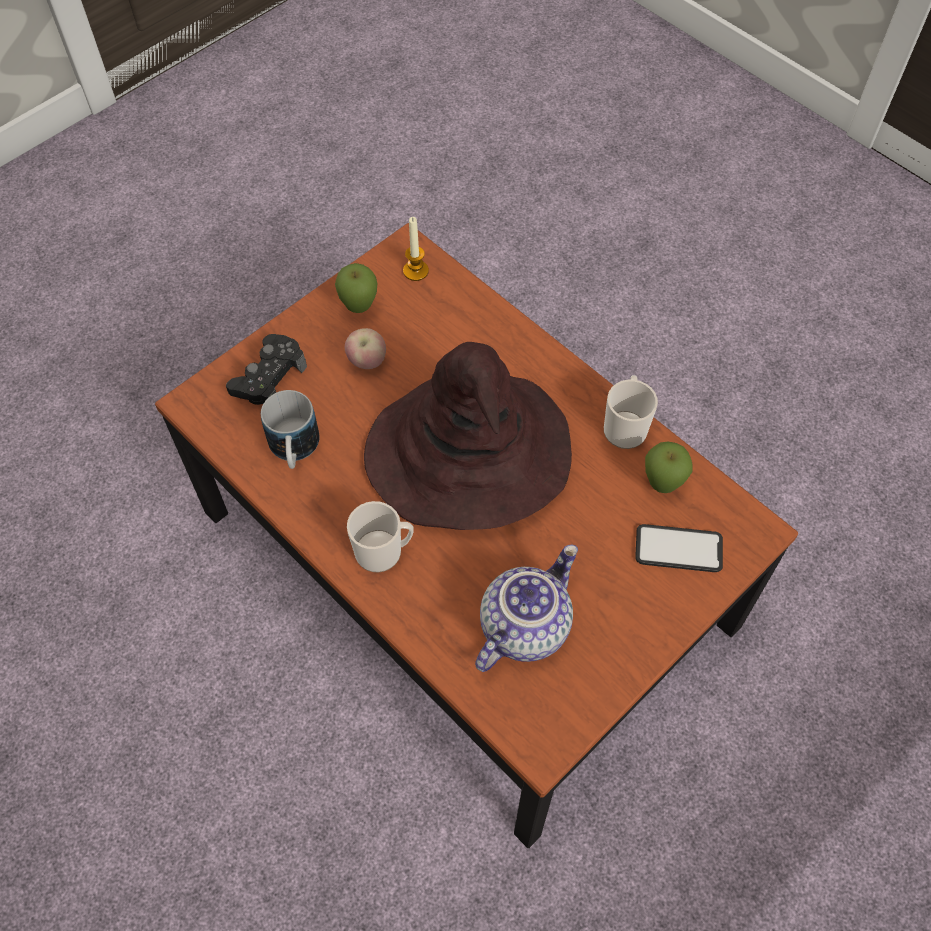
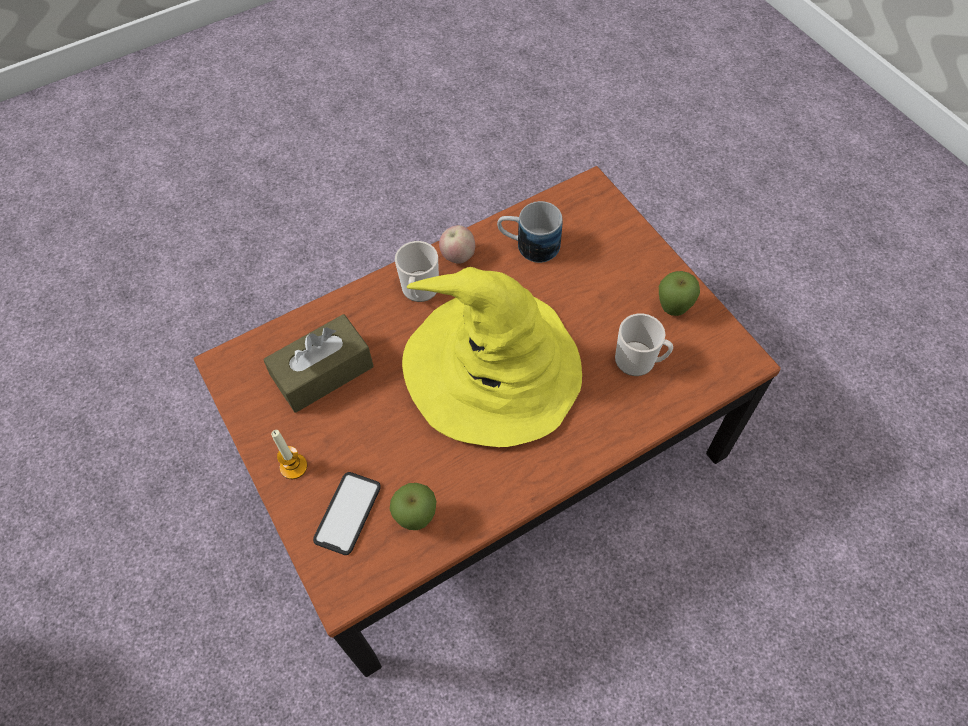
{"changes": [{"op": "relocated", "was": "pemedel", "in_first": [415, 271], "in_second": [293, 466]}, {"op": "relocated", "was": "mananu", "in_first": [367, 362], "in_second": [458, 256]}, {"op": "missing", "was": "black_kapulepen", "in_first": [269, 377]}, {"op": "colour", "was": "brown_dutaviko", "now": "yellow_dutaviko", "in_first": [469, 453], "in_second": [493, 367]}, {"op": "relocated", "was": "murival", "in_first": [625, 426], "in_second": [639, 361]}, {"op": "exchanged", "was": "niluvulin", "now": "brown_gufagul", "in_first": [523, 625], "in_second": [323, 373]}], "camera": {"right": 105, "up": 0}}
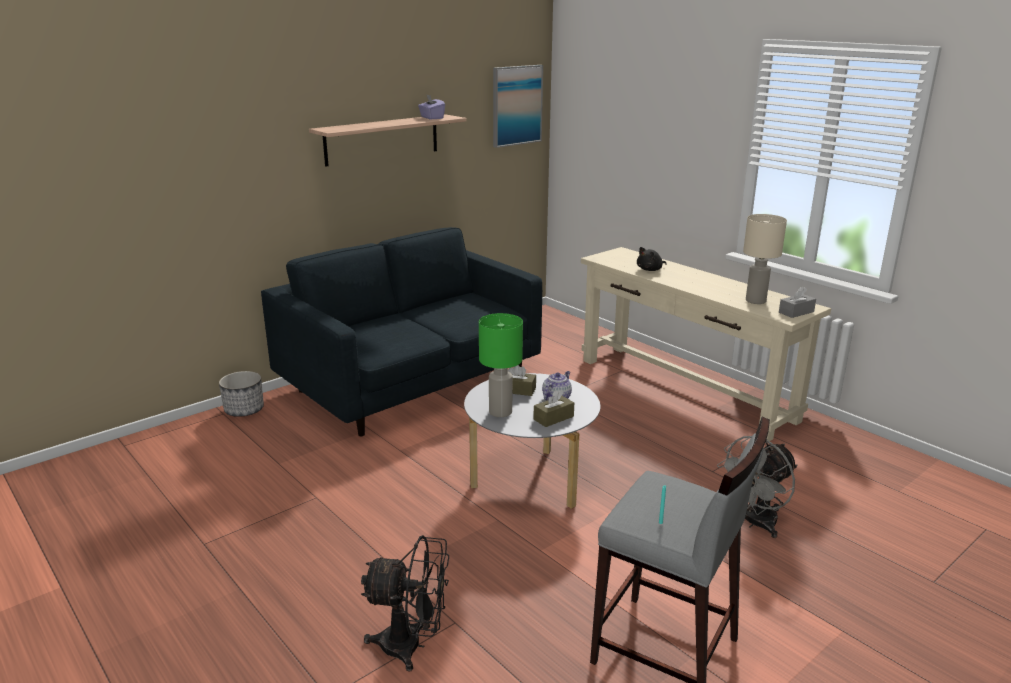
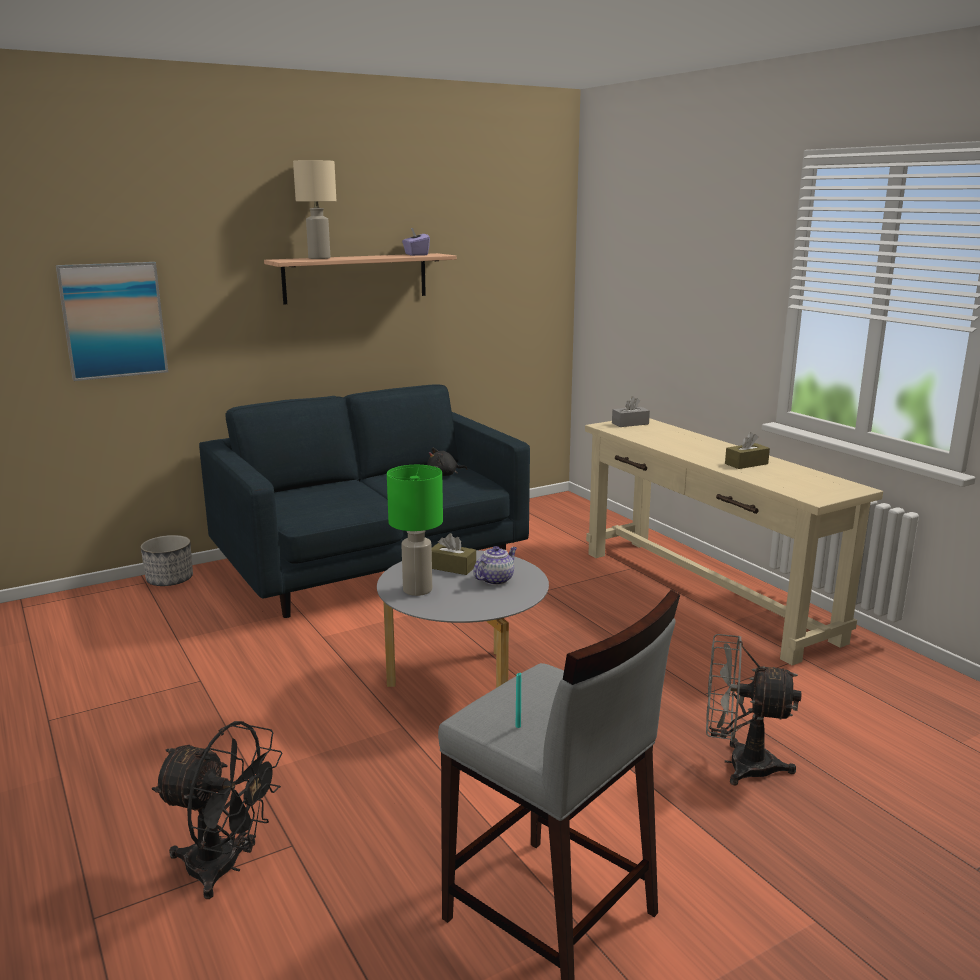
{"changes": [{"op": "relocated", "was": "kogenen", "in_first": [516, 105], "in_second": [113, 320]}, {"op": "relocated", "was": "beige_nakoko", "in_first": [755, 301], "in_second": [318, 258]}, {"op": "relocated", "was": "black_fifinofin", "in_first": [650, 270], "in_second": [444, 475]}, {"op": "relocated", "was": "grey_gufagul", "in_first": [796, 312], "in_second": [630, 423]}, {"op": "relocated", "was": "brown_gufagul", "in_first": [553, 418], "in_second": [746, 464]}, {"op": "spun", "was": "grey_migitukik", "in_first": [755, 524], "in_second": [738, 764], "clockwise": 45}], "camera": {"right": 10, "up": -5}}
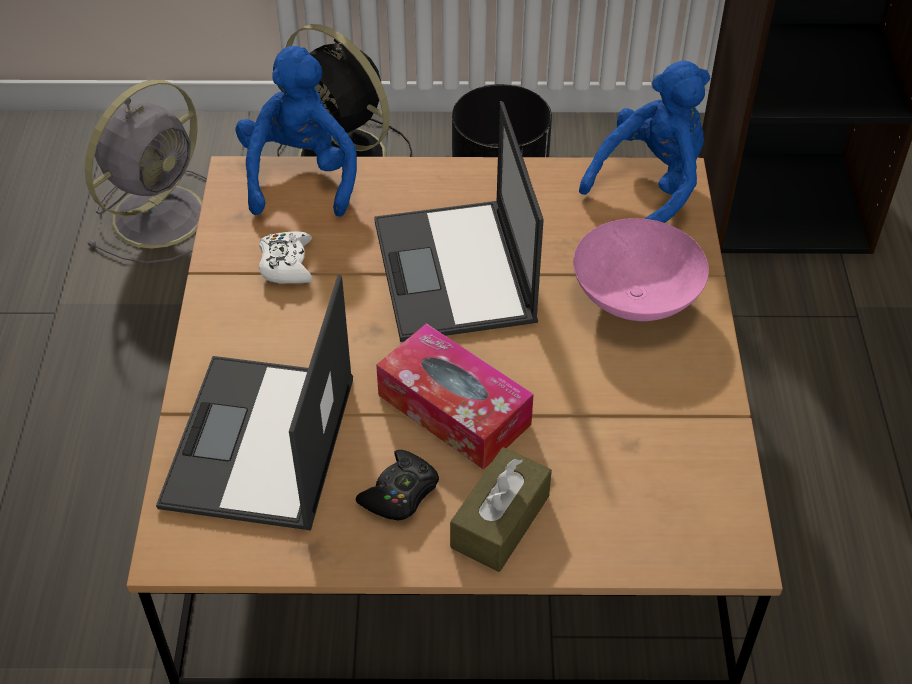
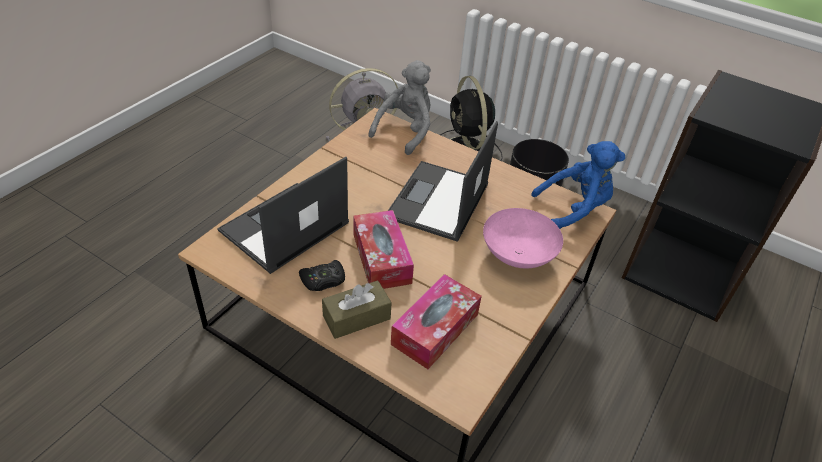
{"changes": [{"op": "colour", "was": "blue_fifinofin", "now": "grey_fifinofin", "in_first": [300, 176], "in_second": [405, 131]}, {"op": "missing", "was": "white_kapulepen", "in_first": [286, 264]}, {"op": "appeared", "now": "gufagul", "in_second": [435, 329]}], "camera": {"right": 30, "up": -5}}
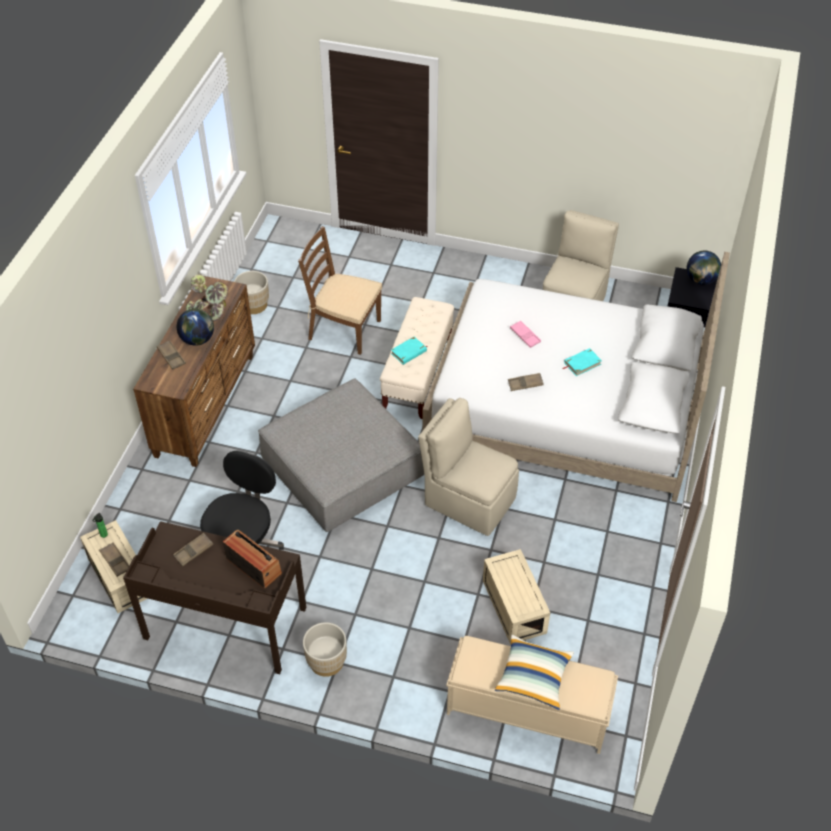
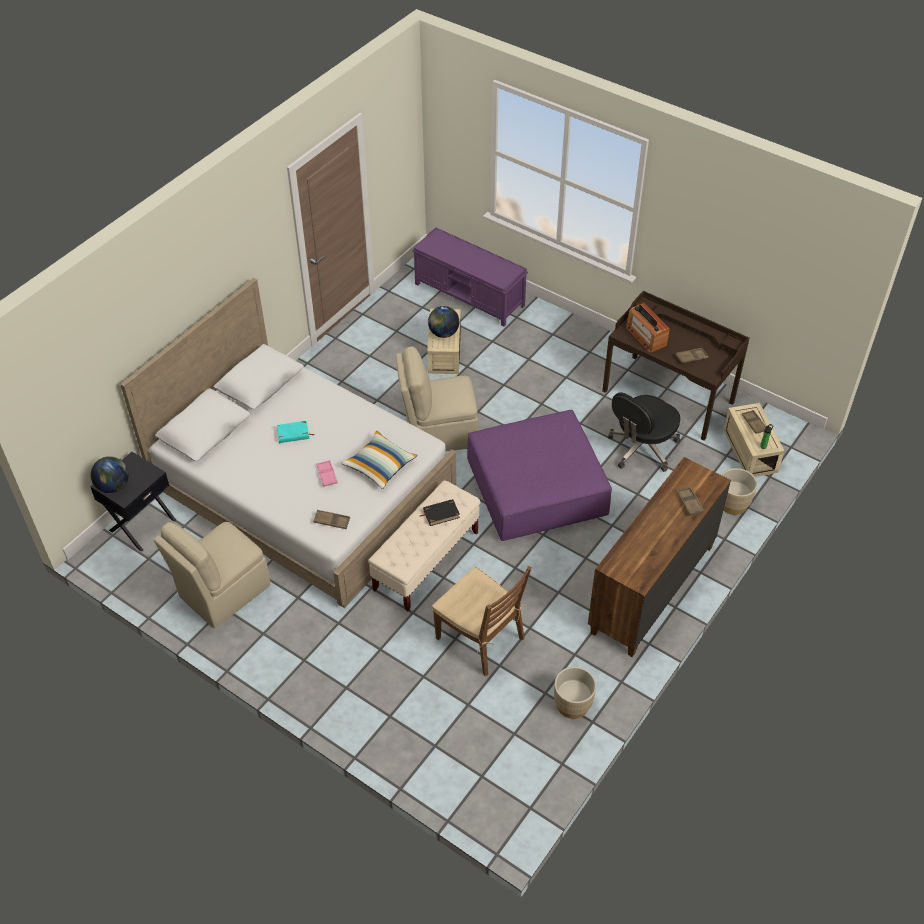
{"changes": [{"op": "missing", "was": "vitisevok", "in_first": [211, 311]}, {"op": "relocated", "was": "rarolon", "in_first": [198, 339], "in_second": [443, 333]}, {"op": "colour", "was": "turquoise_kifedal", "now": "black_kifedal", "in_first": [409, 352], "in_second": [441, 514]}, {"op": "relocated", "was": "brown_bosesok", "in_first": [525, 384], "in_second": [332, 521]}, {"op": "colour", "was": "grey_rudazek", "now": "purple_rudazek", "in_first": [342, 468], "in_second": [536, 488]}, {"op": "spun", "was": "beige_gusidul", "in_first": [468, 500], "in_second": [439, 433], "clockwise": 120}, {"op": "relocated", "was": "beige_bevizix", "in_first": [326, 661], "in_second": [732, 503]}, {"op": "relocated", "was": "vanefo", "in_first": [533, 677], "in_second": [380, 466]}, {"op": "colour", "was": "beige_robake", "now": "purple_robake", "in_first": [526, 710], "in_second": [470, 295]}], "camera": {"right": -160, "up": 0}}
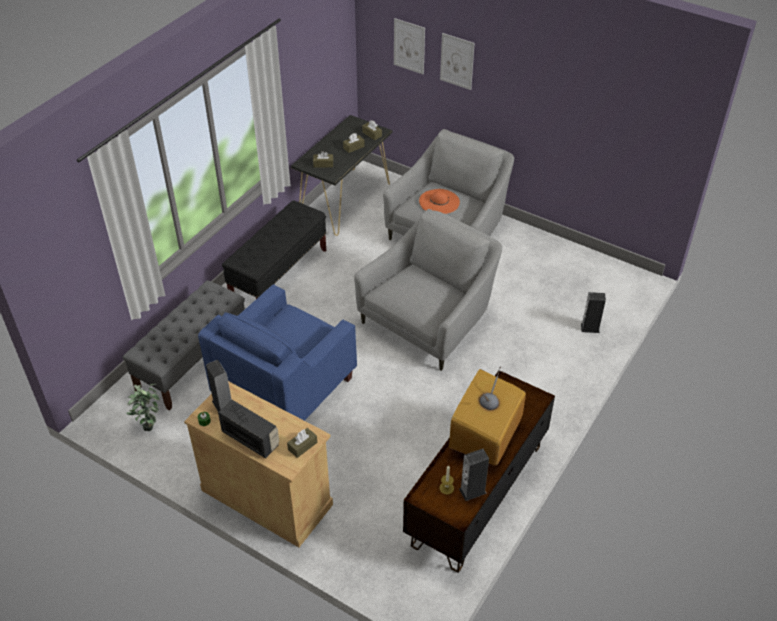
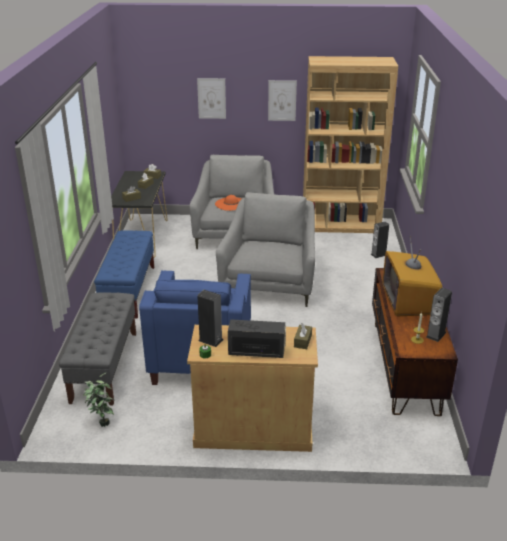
{"changes": [{"op": "relocated", "was": "kogenen", "in_first": [409, 46], "in_second": [282, 100]}, {"op": "colour", "was": "black_robake", "now": "blue_robake", "in_first": [279, 274], "in_second": [129, 291]}, {"op": "appeared", "now": "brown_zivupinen", "in_second": [340, 225]}], "camera": {"right": -30, "up": -15}}
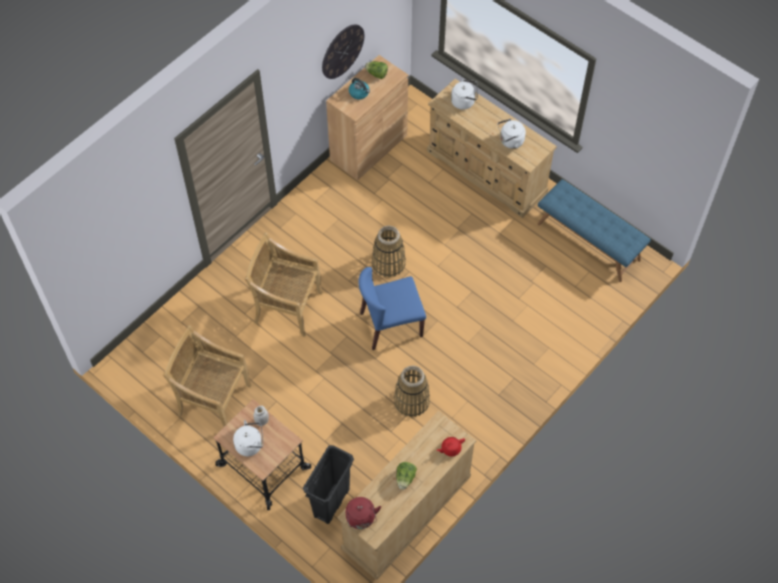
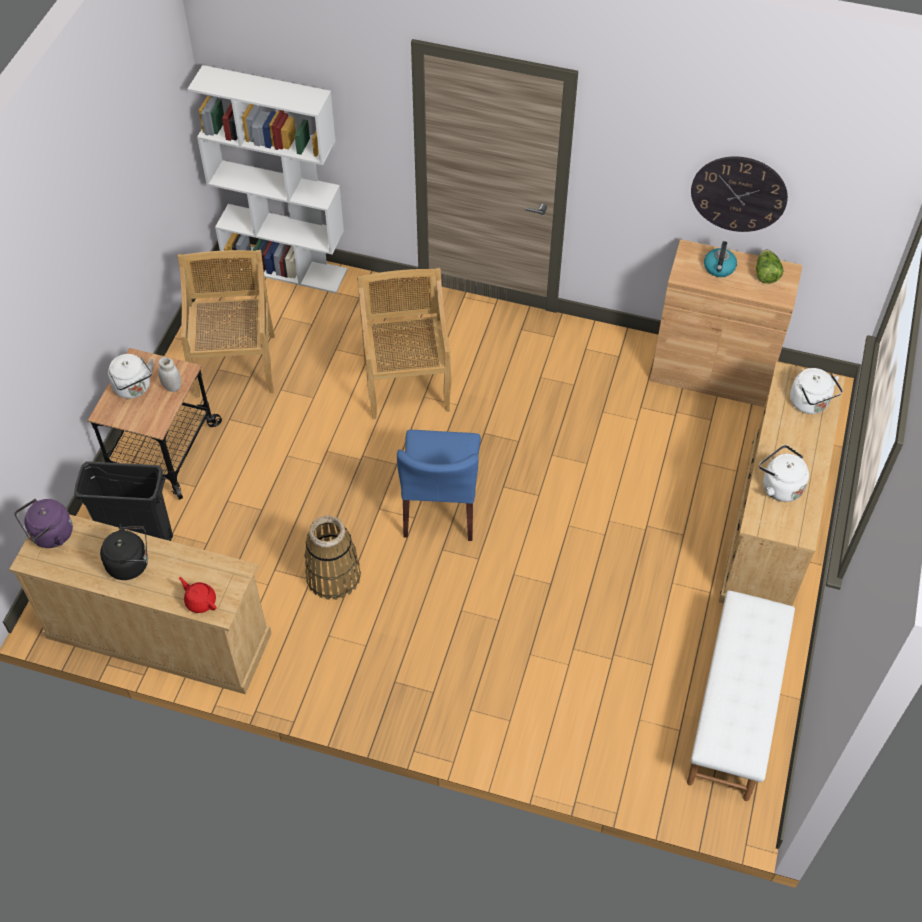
{"changes": [{"op": "colour", "was": "blue_robake", "now": "white_robake", "in_first": [589, 241], "in_second": [735, 710]}, {"op": "missing", "was": "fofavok", "in_first": [388, 263]}, {"op": "spun", "was": "blue_gusidul", "in_first": [390, 325], "in_second": [440, 506], "clockwise": -135}, {"op": "exchanged", "was": "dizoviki", "now": "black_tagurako", "in_first": [405, 478], "in_second": [131, 563]}, {"op": "colour", "was": "red_tagurako", "now": "purple_tagurako", "in_first": [361, 519], "in_second": [50, 535]}, {"op": "appeared", "now": "white_zivupinen", "in_second": [286, 268]}], "camera": {"right": 65, "up": -5}}
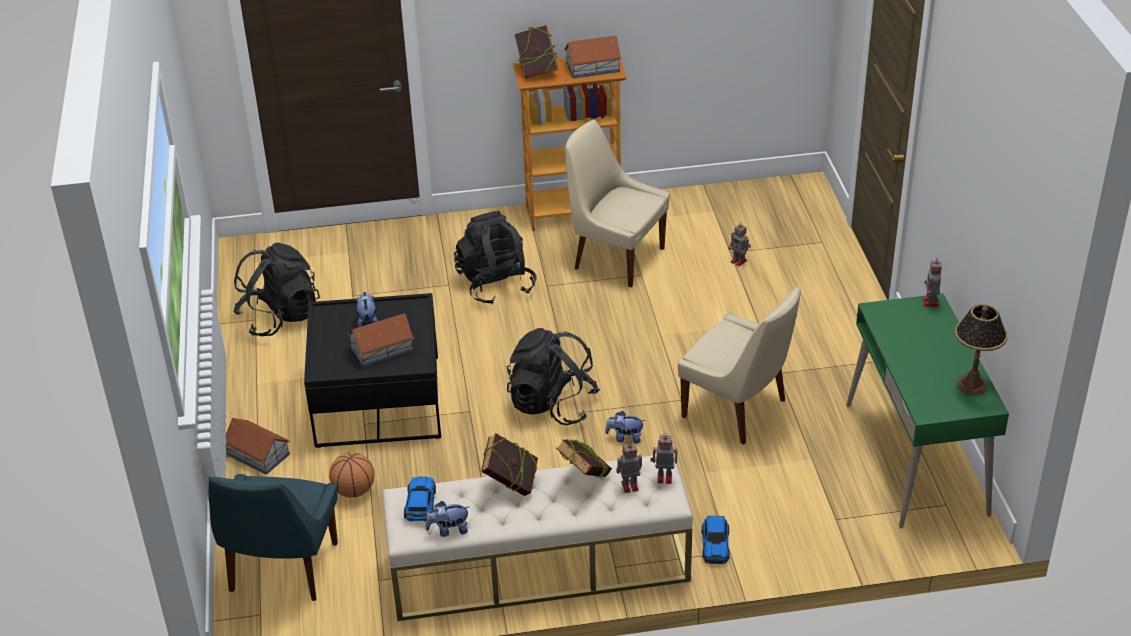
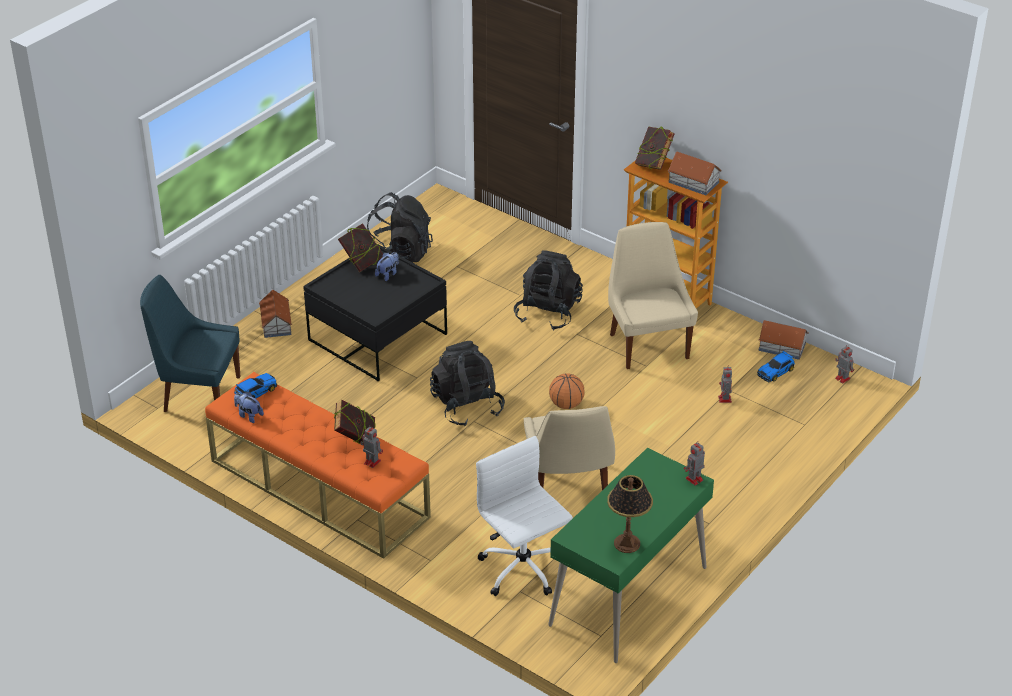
{"changes": [{"op": "relocated", "was": "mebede", "in_first": [381, 349], "in_second": [781, 346]}, {"op": "missing", "was": "fifinofin", "in_first": [625, 438]}, {"op": "relocated", "was": "kifedal", "in_first": [511, 484], "in_second": [362, 263]}, {"op": "relocated", "was": "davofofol", "in_first": [663, 477], "in_second": [842, 378]}, {"op": "relocated", "was": "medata", "in_first": [354, 491], "in_second": [566, 404]}, {"op": "colour", "was": "beige_robake", "now": "orange_robake", "in_first": [538, 567], "in_second": [318, 488]}, {"op": "spun", "was": "blue_gusidul", "in_first": [282, 570], "in_second": [198, 393], "clockwise": 45}, {"op": "relocated", "was": "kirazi", "in_first": [715, 544], "in_second": [776, 371]}, {"op": "appeared", "now": "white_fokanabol", "in_second": [524, 569]}], "camera": {"right": 45, "up": 0}}
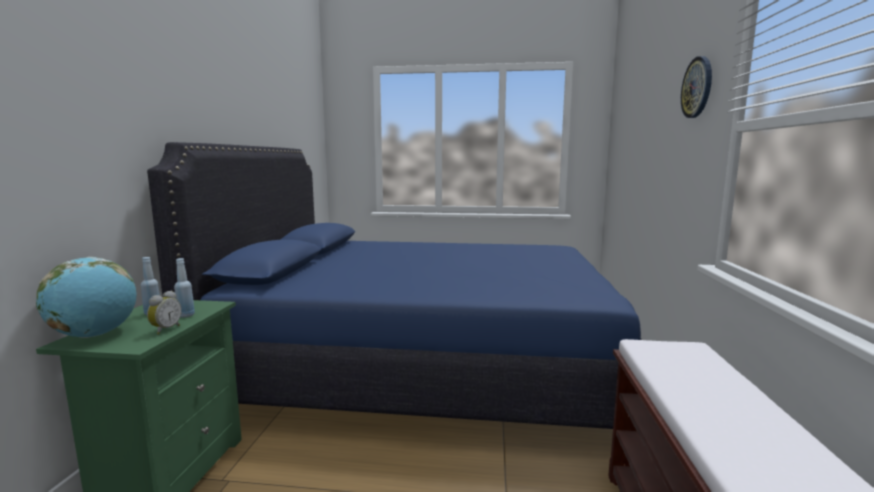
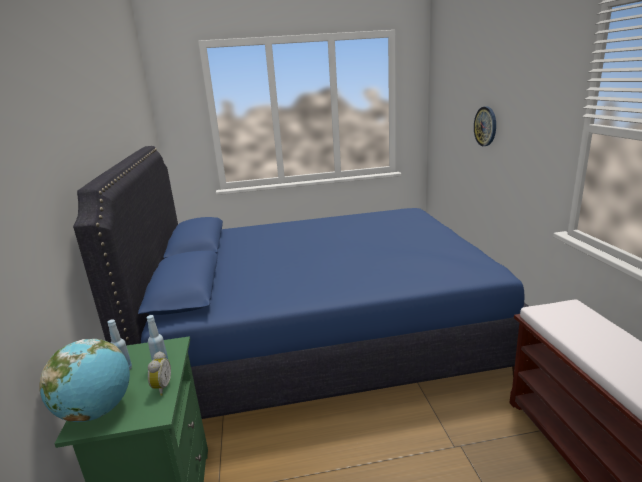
{"changes": [{"op": "relocated", "was": "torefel", "in_first": [697, 87], "in_second": [485, 126]}], "camera": {"right": -15, "up": 10}}
